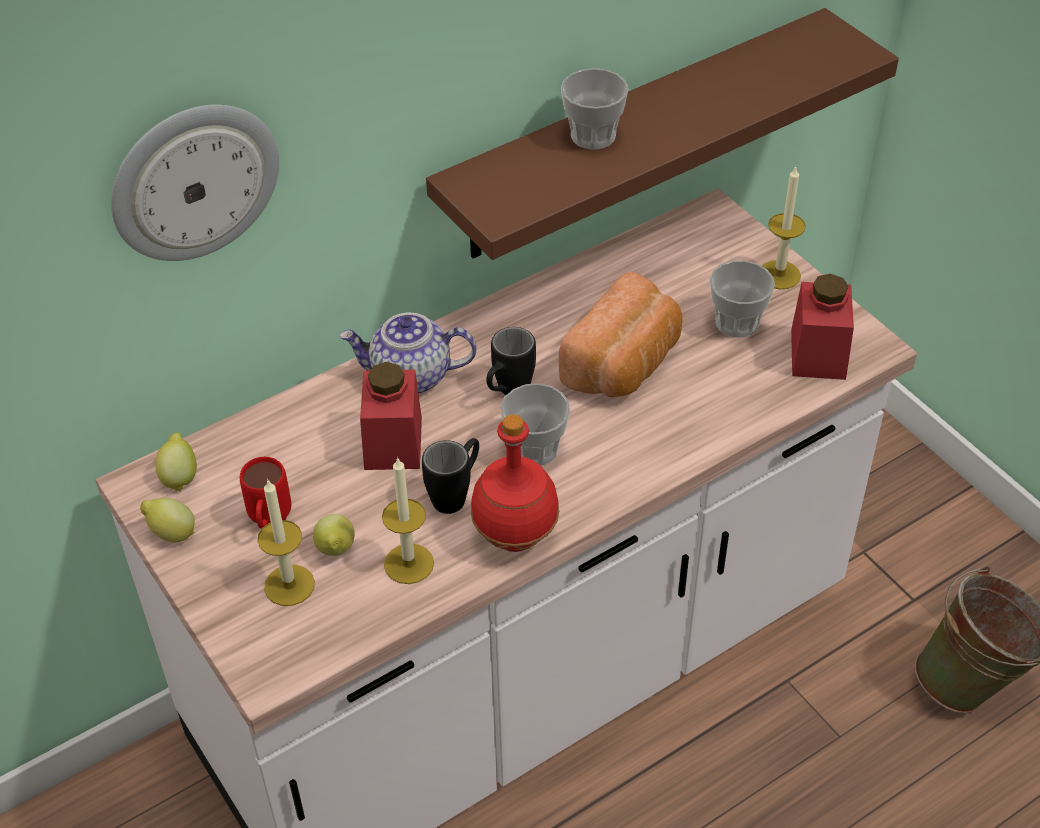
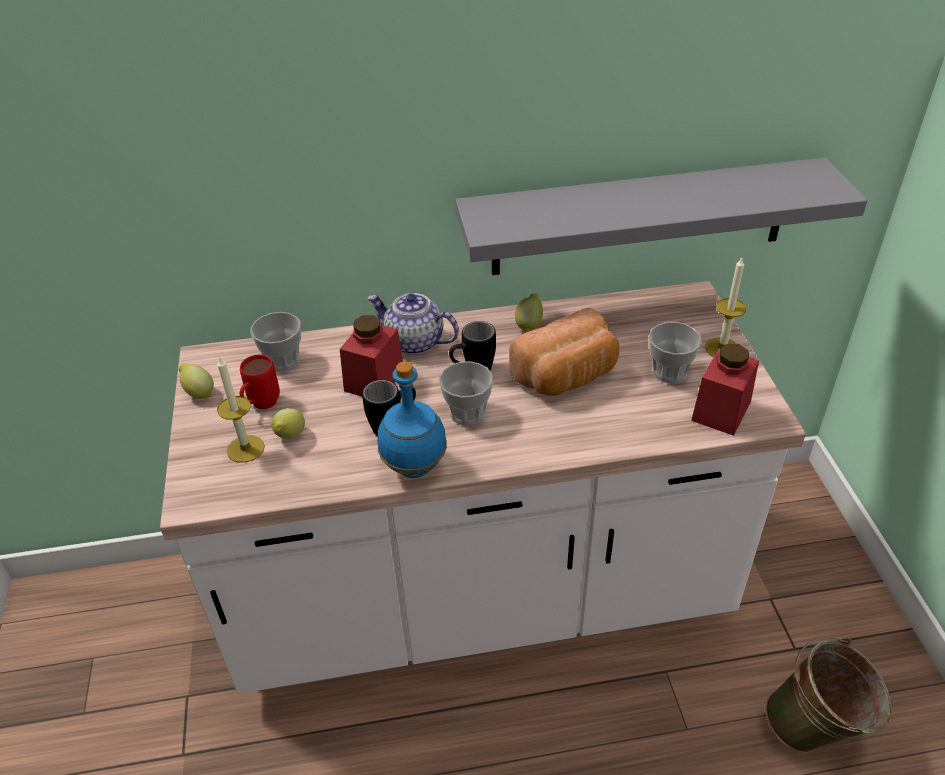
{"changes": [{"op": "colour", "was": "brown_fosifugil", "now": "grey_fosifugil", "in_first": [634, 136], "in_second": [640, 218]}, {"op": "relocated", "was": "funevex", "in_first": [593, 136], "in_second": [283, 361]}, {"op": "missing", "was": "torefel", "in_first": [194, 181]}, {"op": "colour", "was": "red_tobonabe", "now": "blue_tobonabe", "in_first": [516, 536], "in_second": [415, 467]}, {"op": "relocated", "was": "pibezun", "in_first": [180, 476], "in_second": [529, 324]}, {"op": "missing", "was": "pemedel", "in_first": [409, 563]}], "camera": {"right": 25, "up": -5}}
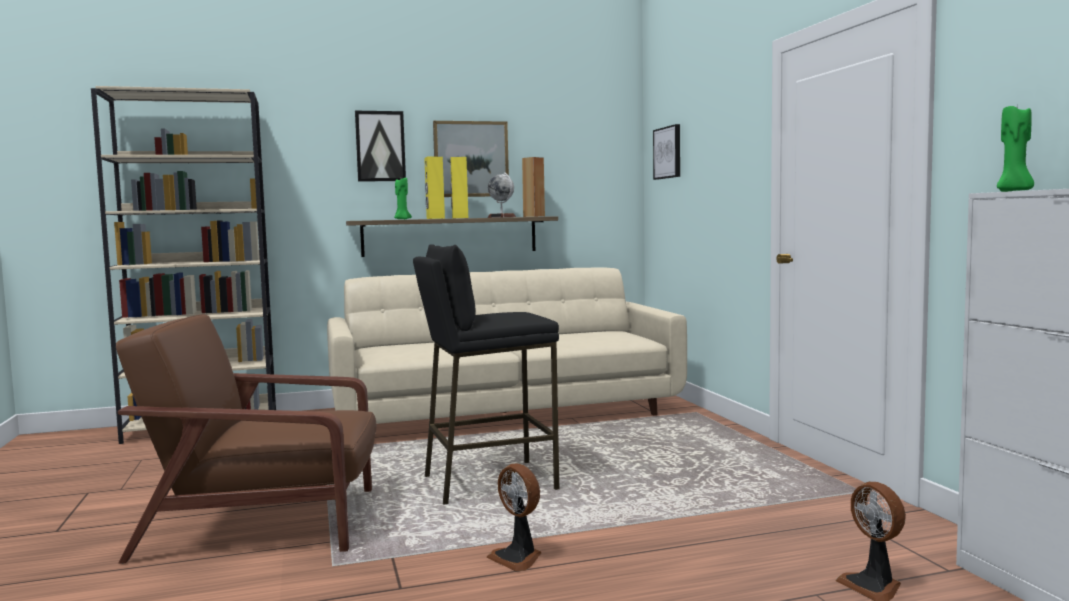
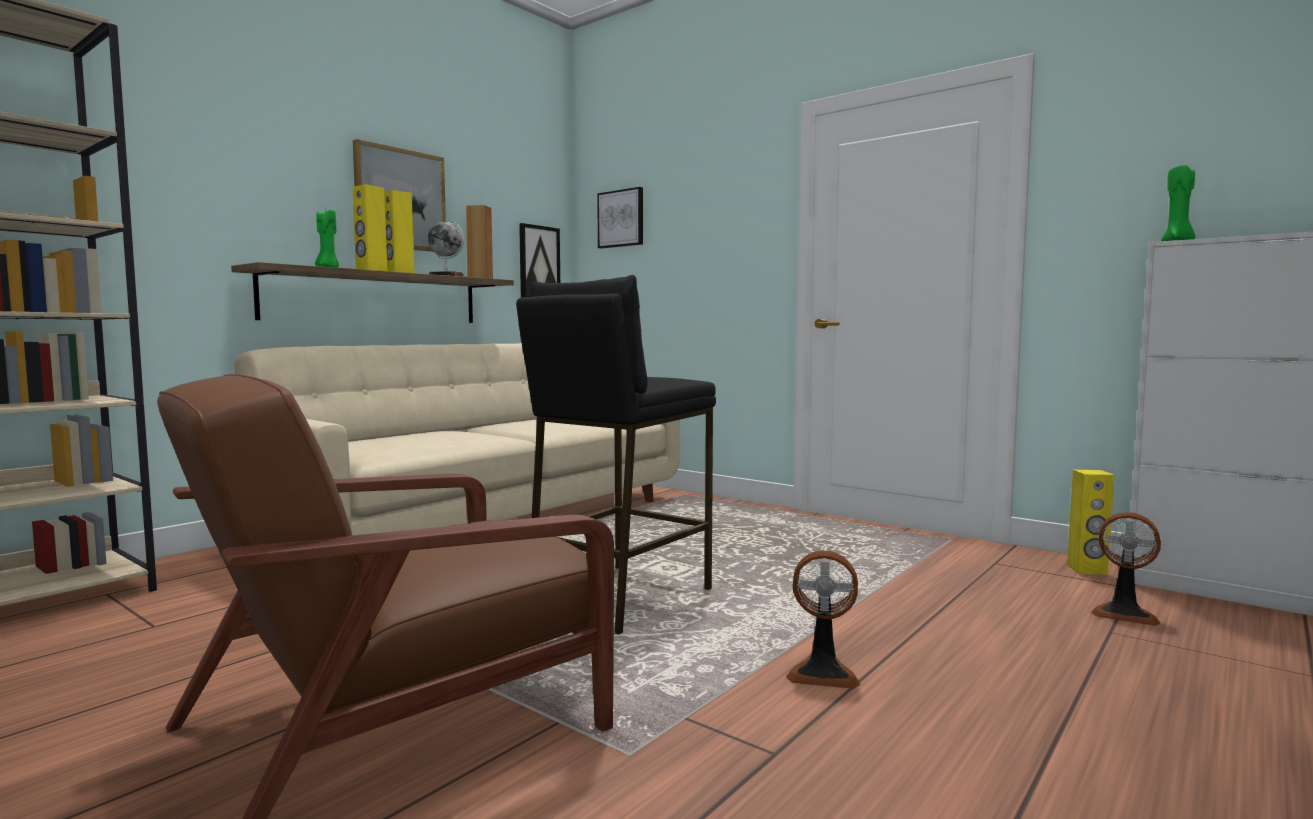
{"changes": [{"op": "relocated", "was": "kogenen", "in_first": [380, 146], "in_second": [539, 263]}, {"op": "appeared", "now": "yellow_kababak", "in_second": [1087, 570]}], "camera": {"right": -35, "up": 0}}
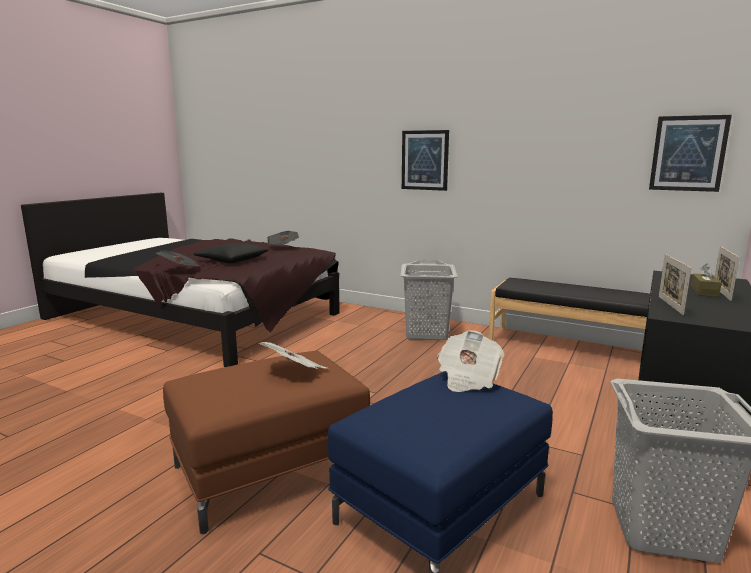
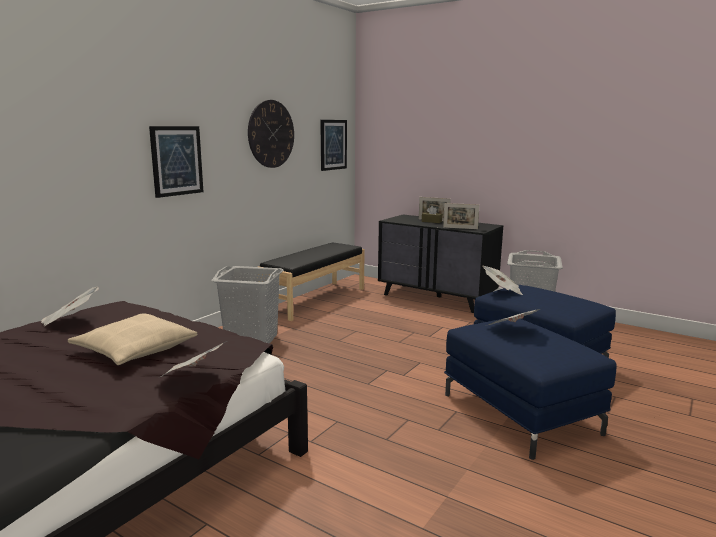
{"changes": [{"op": "colour", "was": "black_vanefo", "now": "beige_vanefo", "in_first": [232, 260], "in_second": [134, 350]}, {"op": "colour", "was": "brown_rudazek", "now": "blue_rudazek", "in_first": [270, 470], "in_second": [520, 413]}, {"op": "appeared", "now": "torefel", "in_second": [271, 134]}], "camera": {"right": -85, "up": 0}}
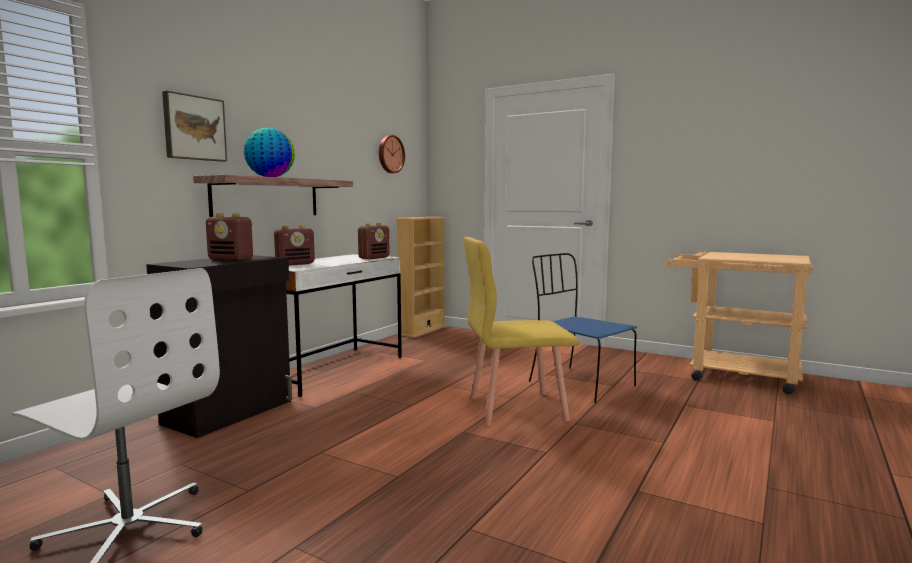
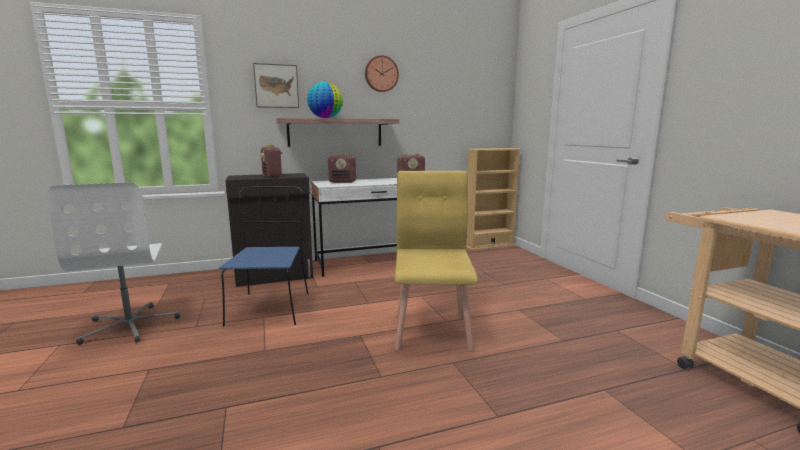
{"changes": [{"op": "relocated", "was": "torefel", "in_first": [390, 154], "in_second": [381, 74]}, {"op": "spun", "was": "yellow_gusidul", "in_first": [515, 408], "in_second": [432, 330], "clockwise": 60}, {"op": "relocated", "was": "blue_gusidul", "in_first": [579, 384], "in_second": [270, 307]}], "camera": {"right": 40, "up": 5}}
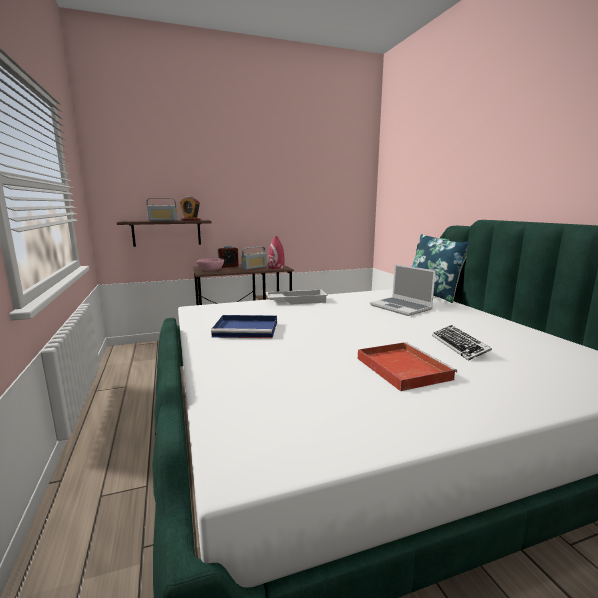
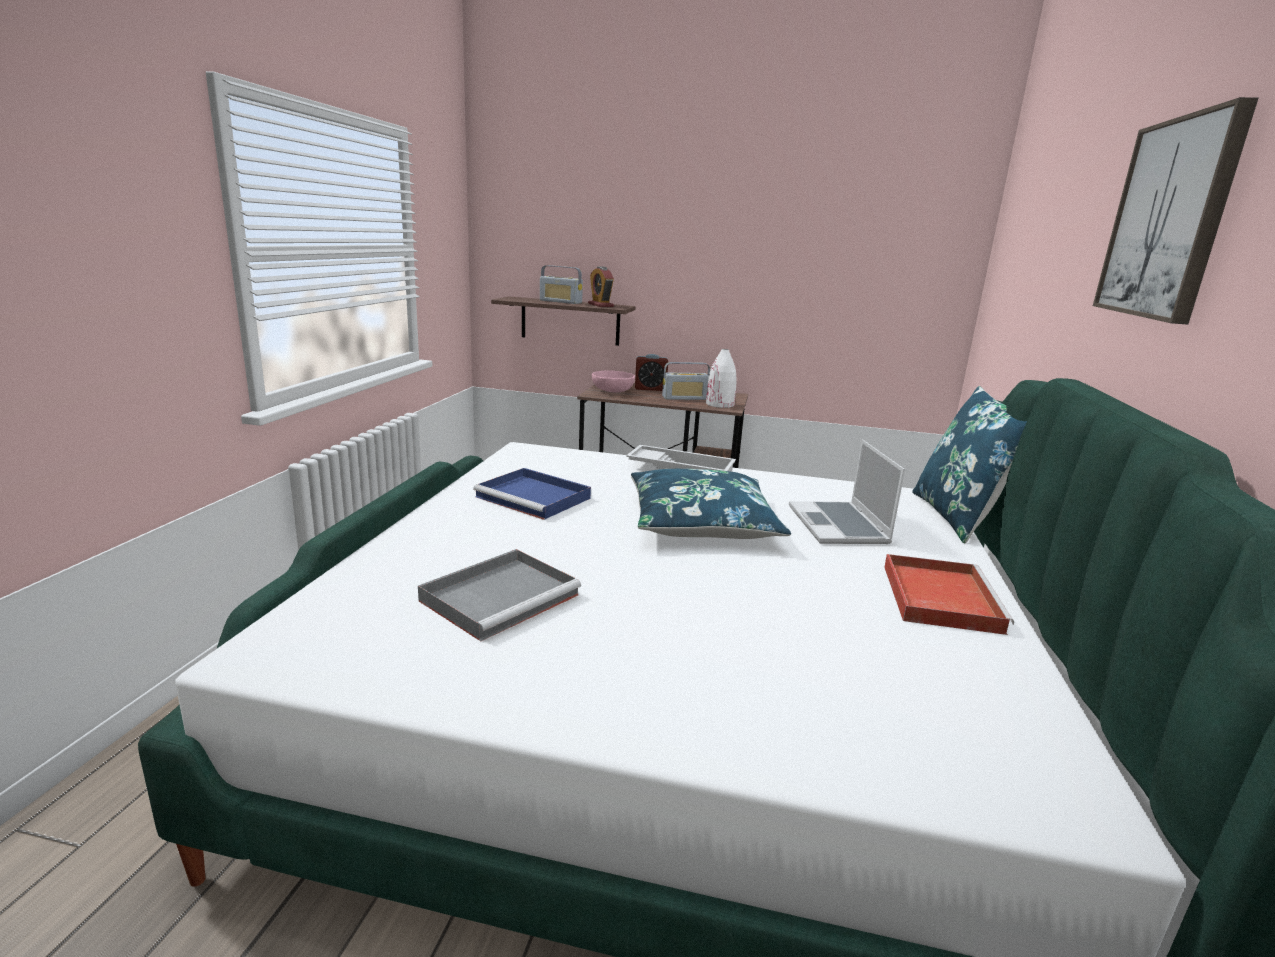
{"changes": [{"op": "colour", "was": "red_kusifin", "now": "white_kusifin", "in_first": [276, 267], "in_second": [720, 404]}, {"op": "missing", "was": "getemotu", "in_first": [459, 346]}, {"op": "relocated", "was": "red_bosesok", "in_first": [401, 368], "in_second": [939, 596]}, {"op": "appeared", "now": "kogenen", "in_second": [1169, 219]}, {"op": "appeared", "now": "blue_vanefo", "in_second": [702, 522]}, {"op": "appeared", "now": "grey_bosesok", "in_second": [502, 596]}], "camera": {"right": 30, "up": 5}}
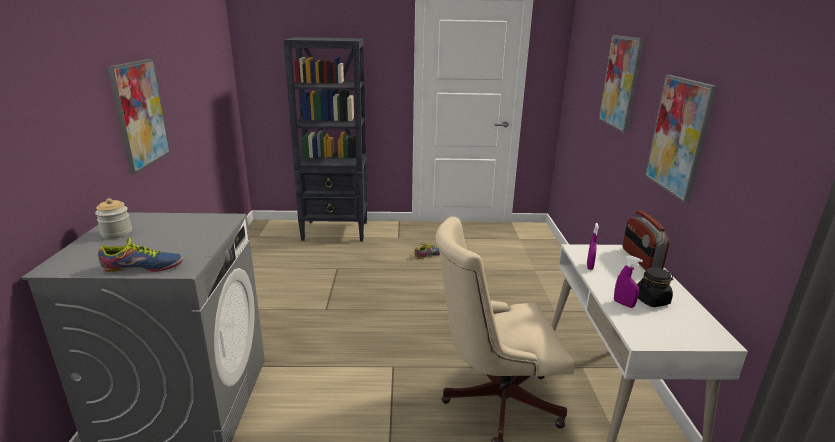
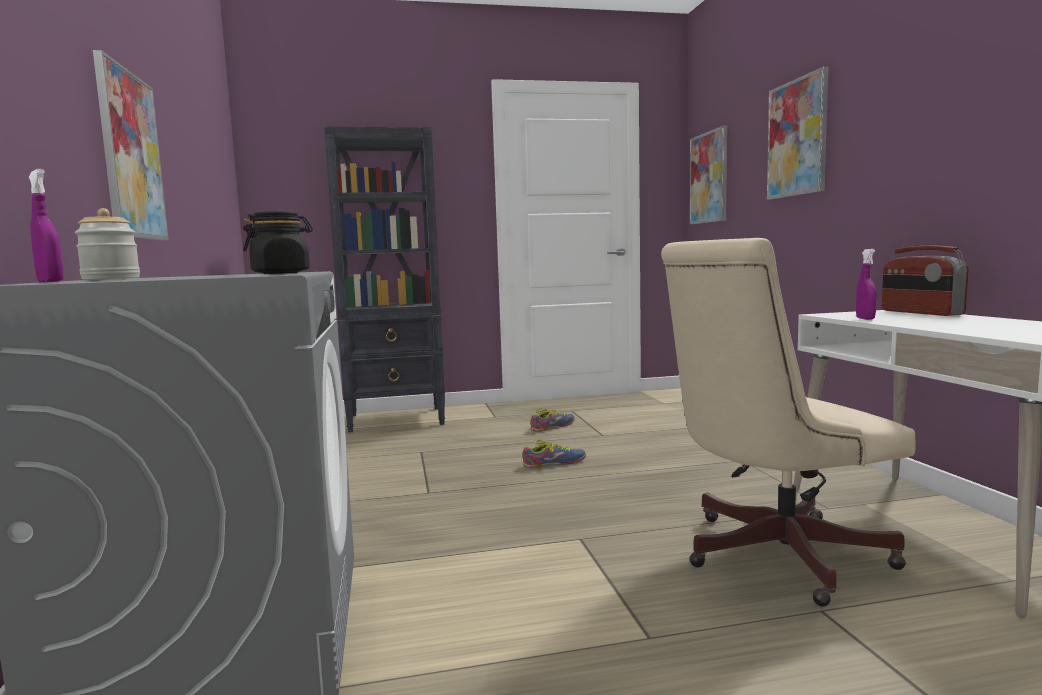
{"changes": [{"op": "relocated", "was": "kogenen", "in_first": [679, 136], "in_second": [709, 177]}, {"op": "relocated", "was": "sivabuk", "in_first": [143, 267], "in_second": [554, 463]}, {"op": "relocated", "was": "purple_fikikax", "in_first": [623, 304], "in_second": [50, 281]}, {"op": "relocated", "was": "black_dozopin", "in_first": [652, 300], "in_second": [281, 273]}], "camera": {"right": -10, "up": -15}}
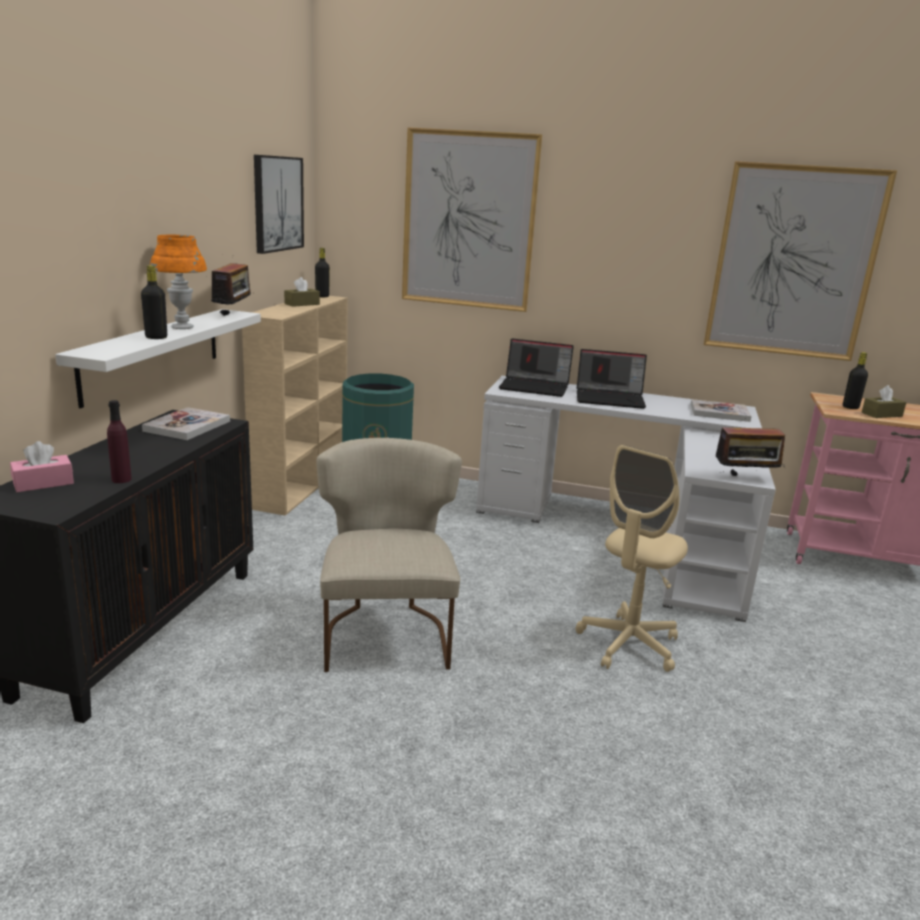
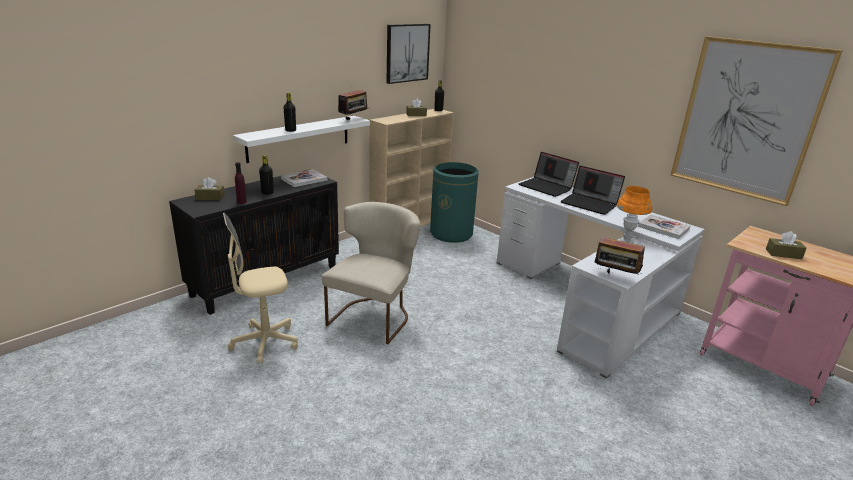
{"changes": [{"op": "missing", "was": "kogenen", "in_first": [468, 221]}, {"op": "relocated", "was": "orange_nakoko", "in_first": [182, 327], "in_second": [626, 241]}, {"op": "relocated", "was": "black_tobonabe", "in_first": [850, 407], "in_second": [267, 193]}, {"op": "colour", "was": "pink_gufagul", "now": "brown_gufagul", "in_first": [43, 483], "in_second": [210, 197]}, {"op": "relocated", "was": "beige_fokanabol", "in_first": [628, 644], "in_second": [265, 342]}], "camera": {"right": 30, "up": 5}}
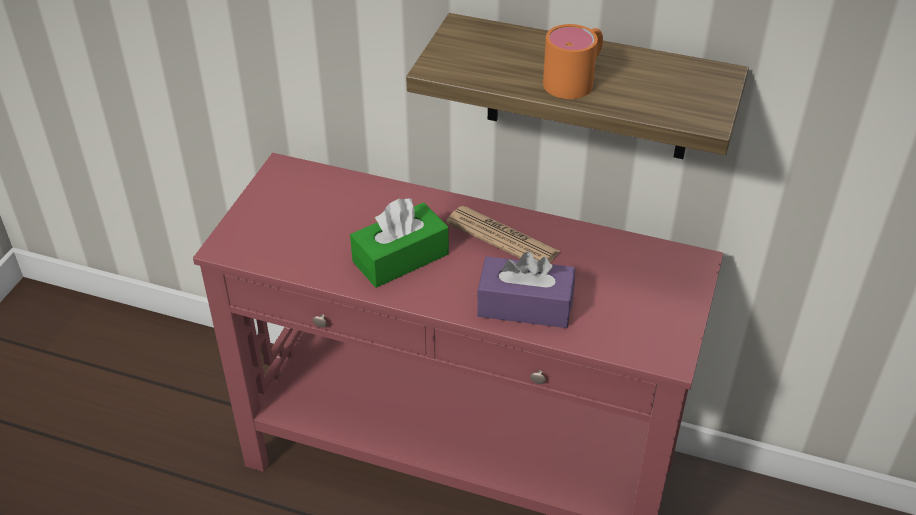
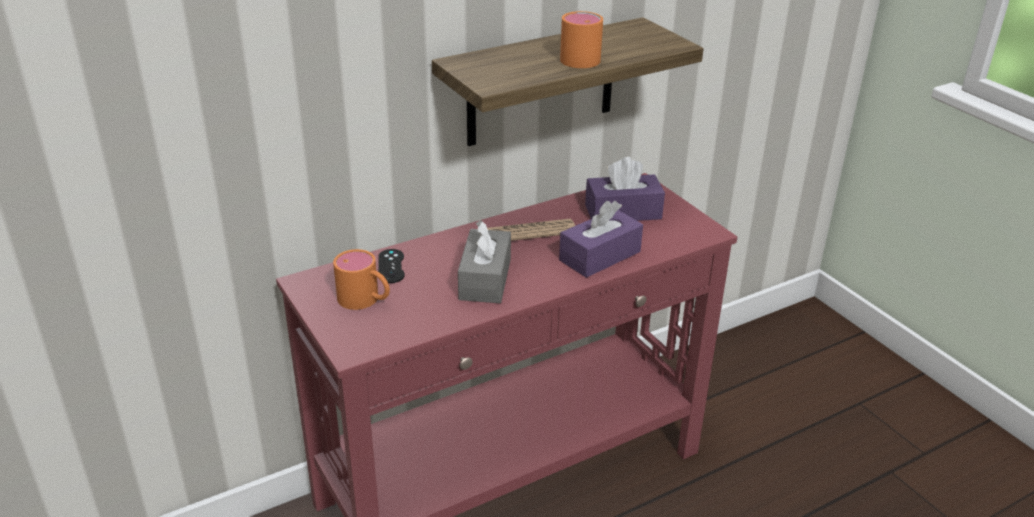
{"changes": [{"op": "colour", "was": "green_gufagul", "now": "grey_gufagul", "in_first": [400, 258], "in_second": [485, 279]}, {"op": "appeared", "now": "purple_gufagul", "in_second": [623, 212]}, {"op": "appeared", "now": "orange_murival", "in_second": [365, 300]}, {"op": "appeared", "now": "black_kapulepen", "in_second": [391, 266]}], "camera": {"right": -50, "up": -10}}
